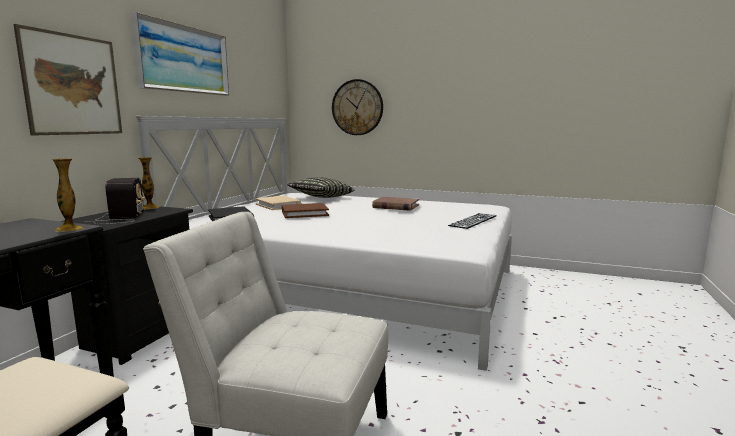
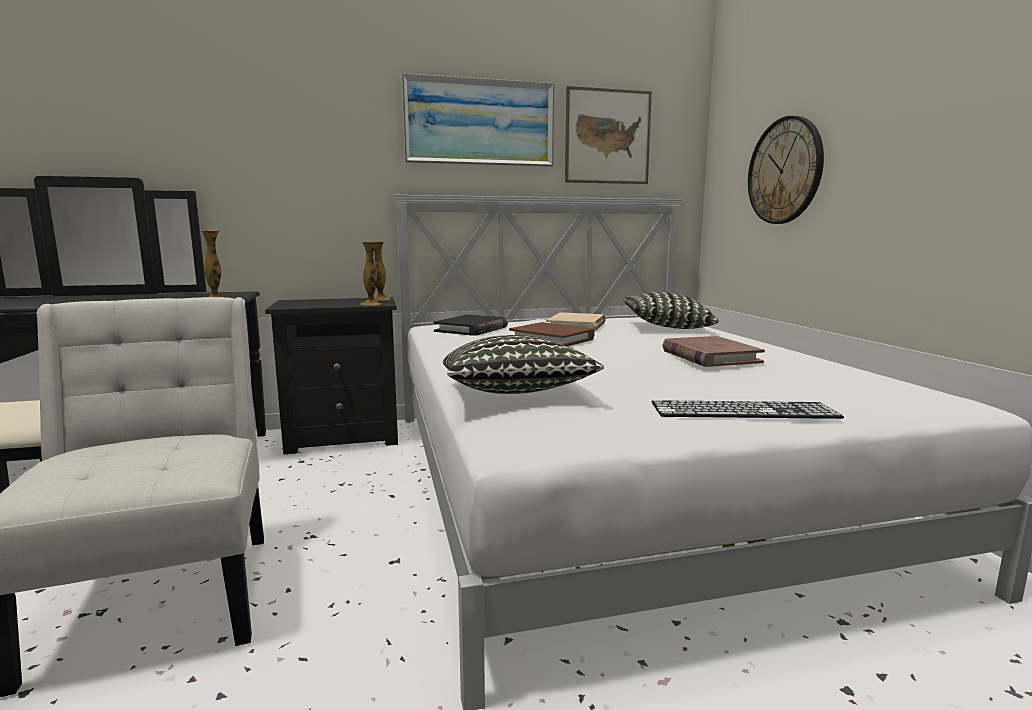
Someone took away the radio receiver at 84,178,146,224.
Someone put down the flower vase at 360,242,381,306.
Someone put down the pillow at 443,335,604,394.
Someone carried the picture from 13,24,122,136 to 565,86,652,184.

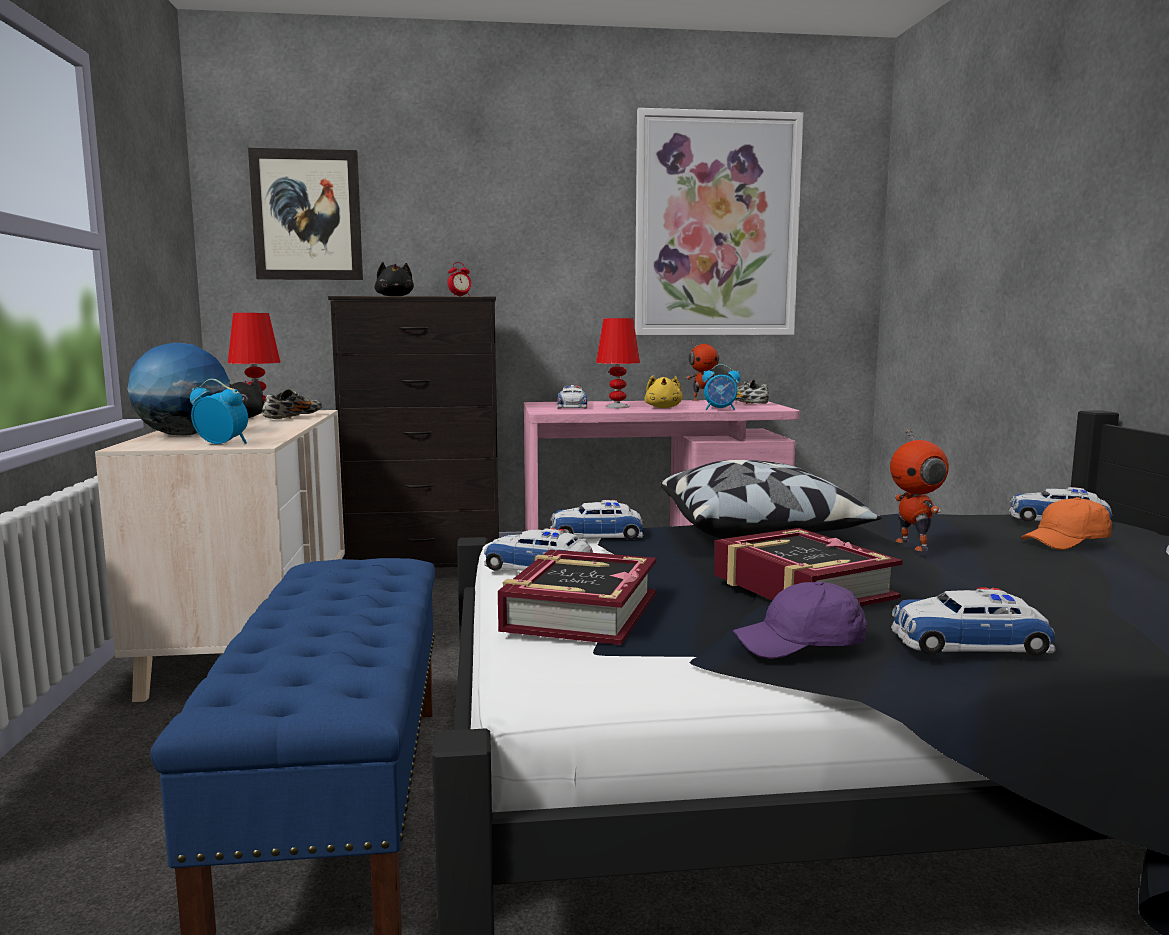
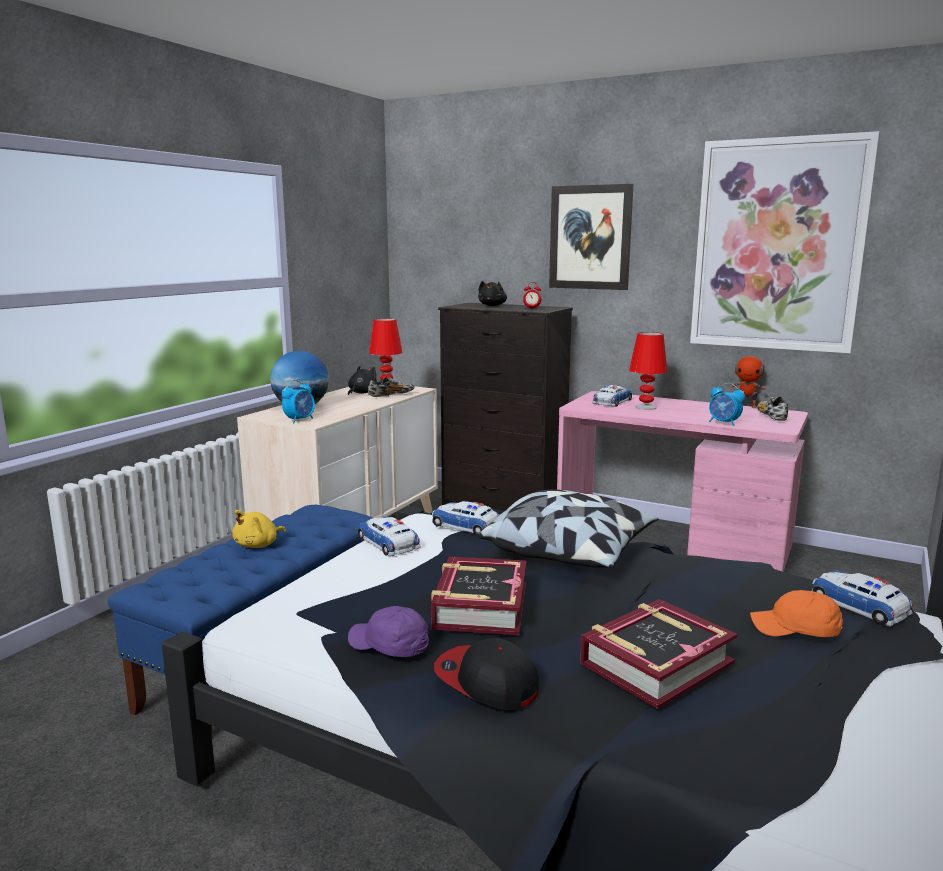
Someone took away the toy robot at 890,428,949,551.
Someone carried the picture from 248,148,363,280 to 549,184,634,290.
Someone carried the bound book from 498,549,656,645 to 580,599,738,709.
Someone carried the yellow-coloured soft toy from 645,376,683,408 to 232,510,286,548.
Someone swapped the miniature car at 891,587,1056,656 for the peaked cap at 434,638,539,710.
Someone rotated the alarm clock at 190,379,248,444 by 75 degrees clockwise.

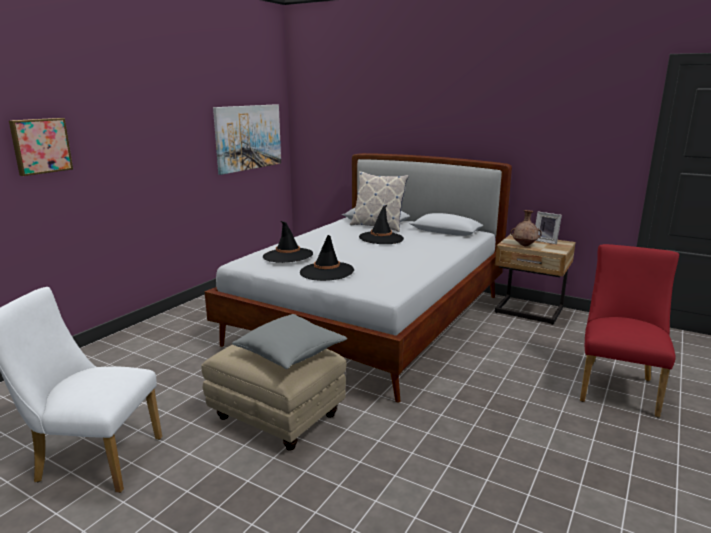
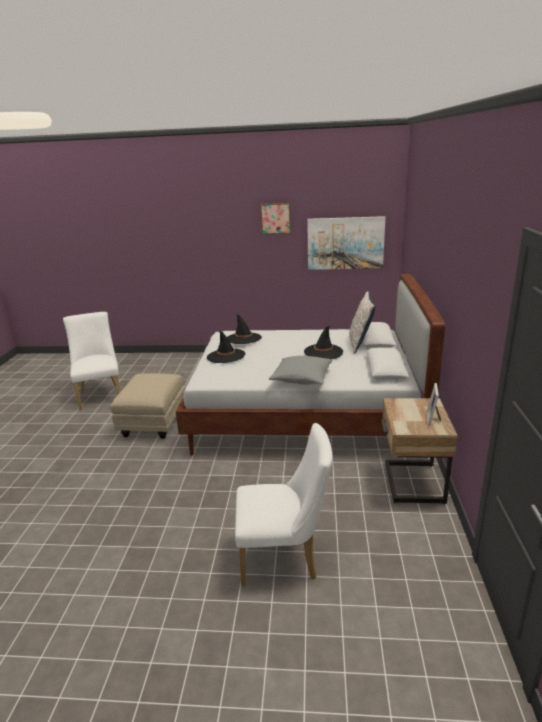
Someone took away the brown-coloured flower vase at 511,210,542,247.
Someone carried the picture from 9,118,73,176 to 260,203,291,234.
Someone carried the greyish pillow from 232,314,347,369 to 269,356,333,385.
Someone repainted the red-coloured plain chair at 580,244,679,417, which became the whitish plain chair at 235,423,332,586.

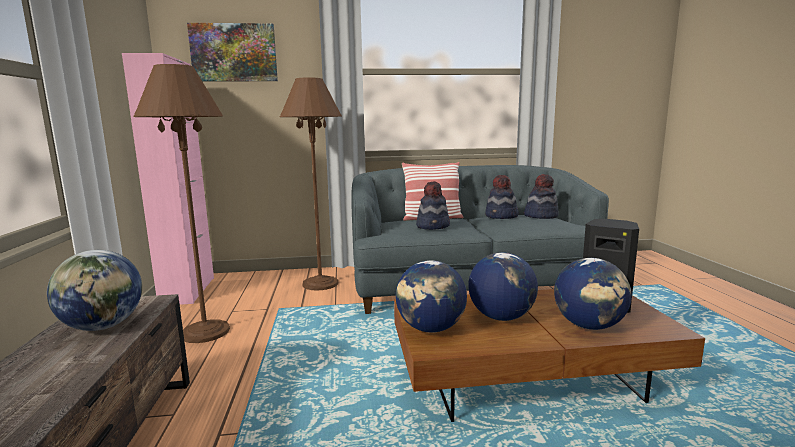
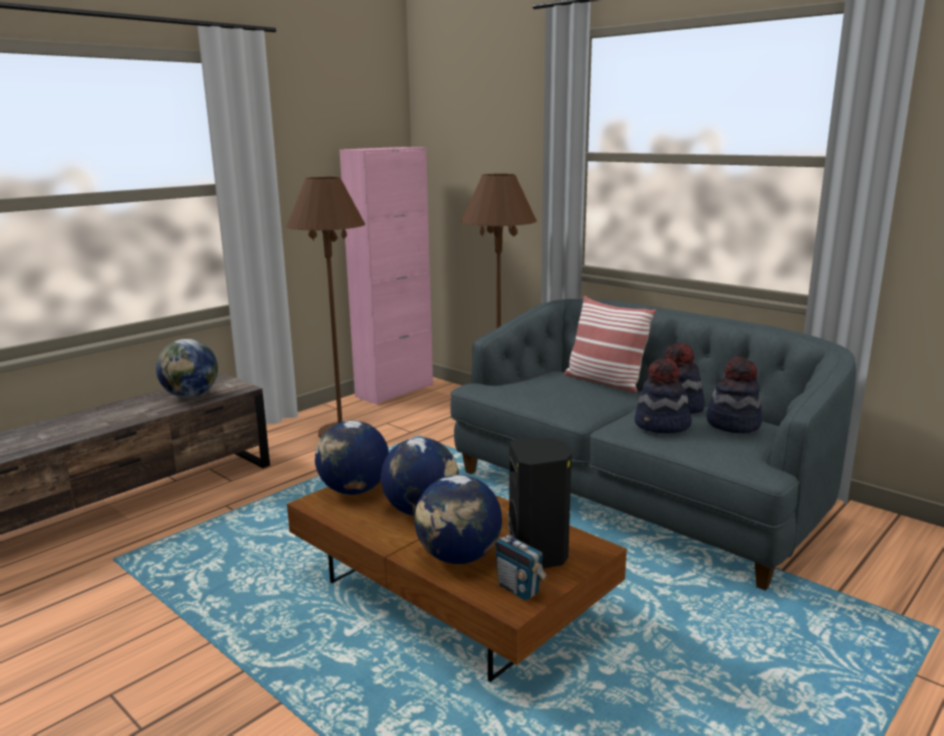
Someone took away the picture at 187,23,278,82.
Someone put down the radio receiver at 495,512,547,601.
Someone carried the hat from 416,181,450,230 to 635,359,692,433.

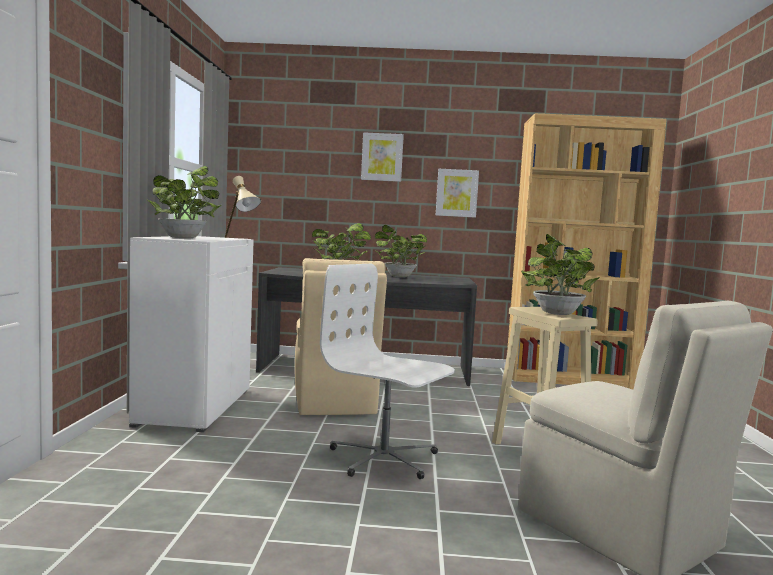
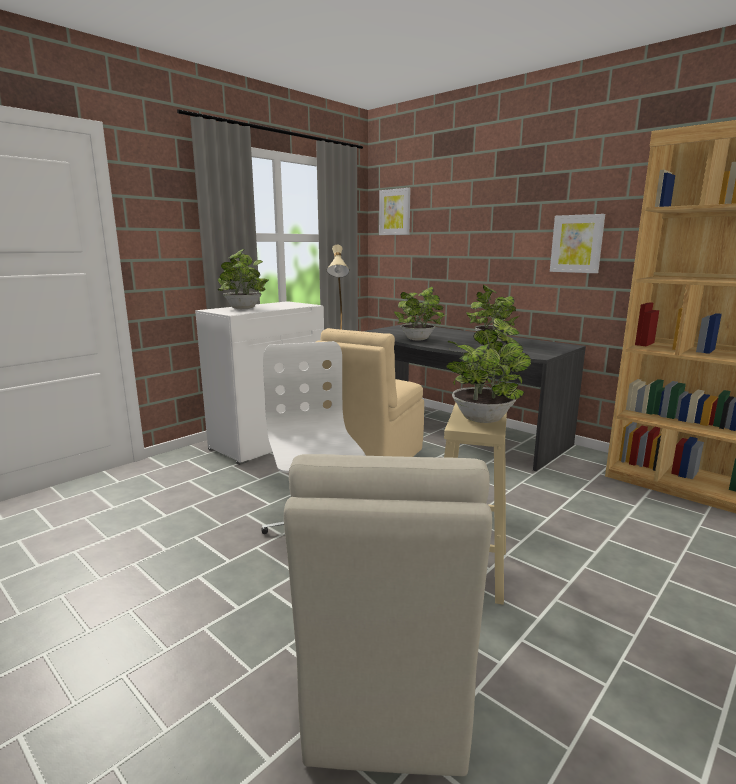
Someone carried the picture from 361,132,404,182 to 379,188,411,235.

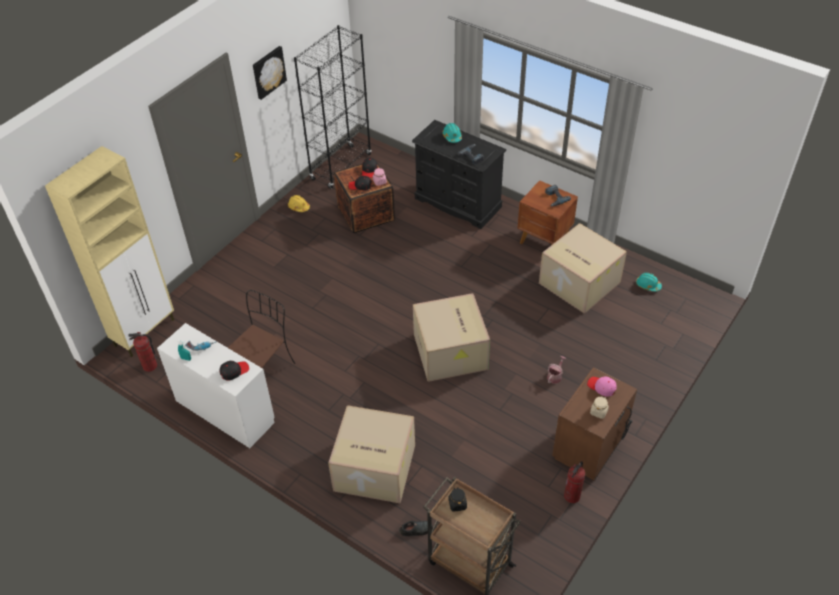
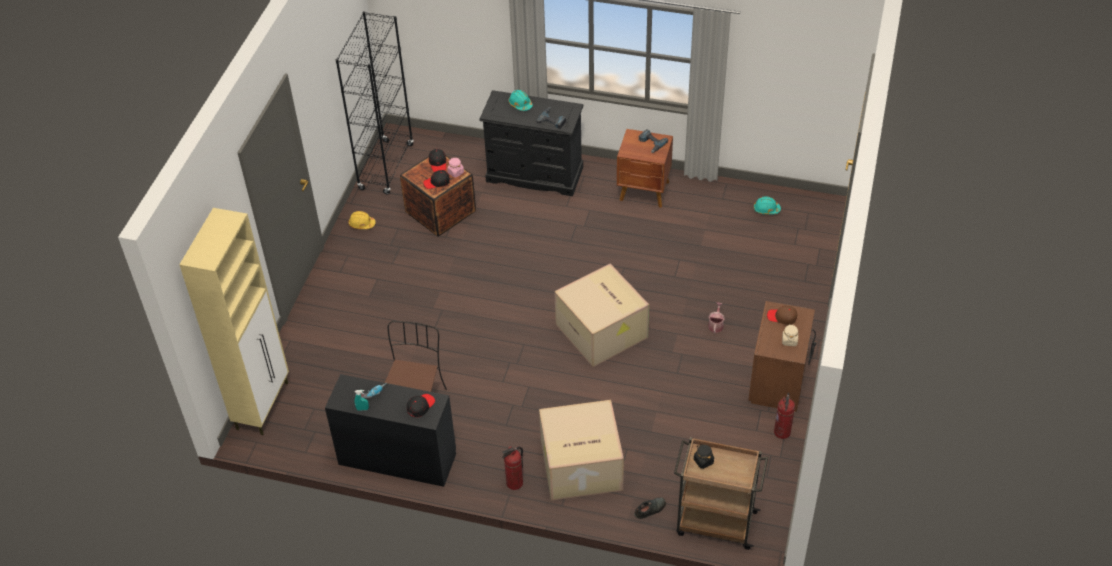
Someone took away the picture at 253,46,287,100.
Someone took away the packing box at 539,223,627,314.
Someone carried the fire-fighting cylinder from 128,332,157,372 to 502,446,523,490.
Someone repainted the whitish desk unit at 157,323,275,448, which became the black desk unit at 325,374,456,487.
Someone repainted the pink-coloured peaked cap at 587,377,617,397, which became the brown-coloured peaked cap at 767,306,797,325.

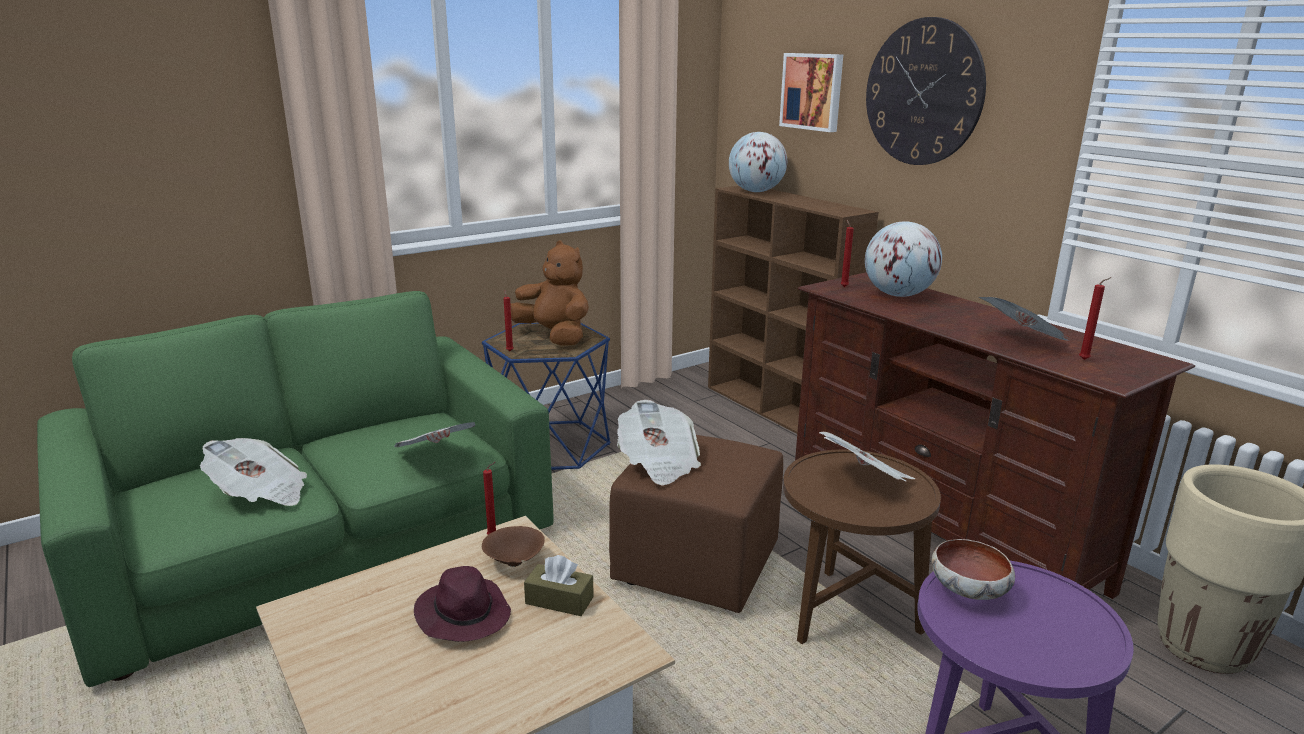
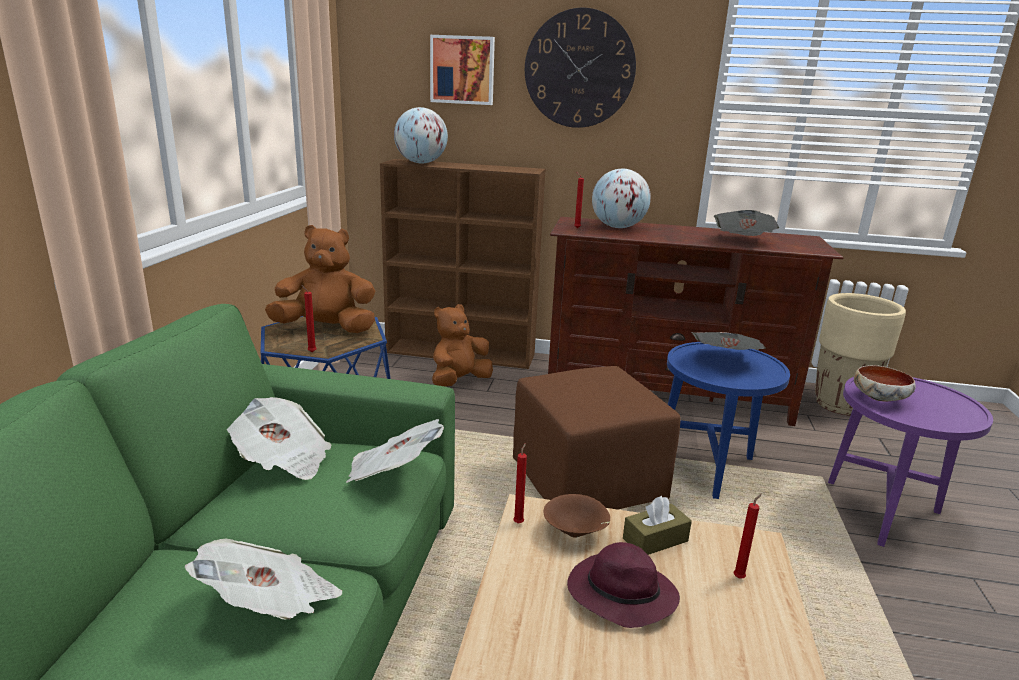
Someone put down the brown-coloured soft toy at 432,304,493,387.
Someone carried the printed paper from 617,400,701,486 to 226,397,332,480.
Someone carried the red-coloured wax light from 1079,277,1111,360 to 734,494,762,578.
Someone repainted the brown-coloured side table at 783,449,941,644, which became the bluish side table at 667,342,790,499.

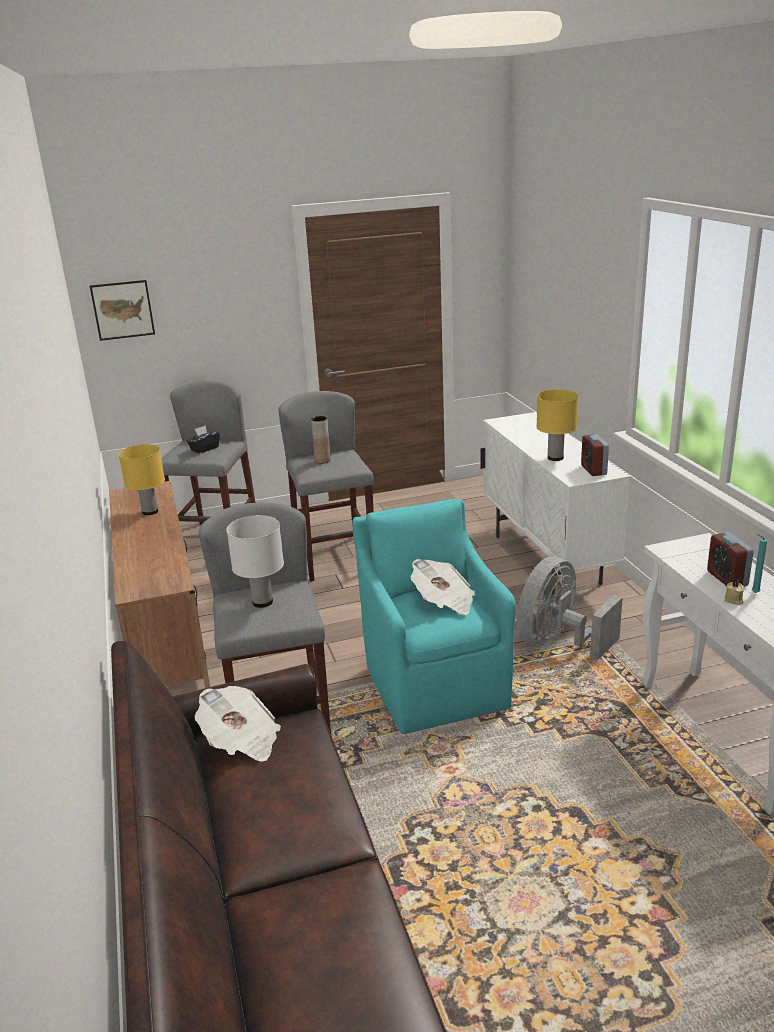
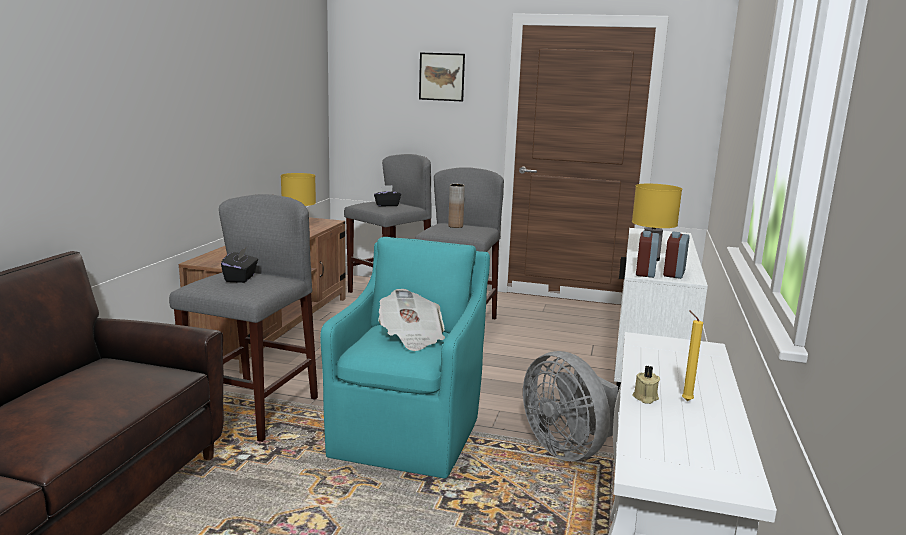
Someone took away the printed paper at 194,686,281,762.
Someone carried the picture from 90,280,155,341 to 419,52,465,102.
Someone carried the alarm clock from 707,532,753,587 to 636,231,659,278.
Someone swapped the whitish table lamp at 227,515,284,608 for the black box of tissues at 221,247,258,283.
Someone repainted the turquoise wax light at 752,534,767,593, which became the yellow-coloured wax light at 682,310,703,401.
Someone rotated the greyish cooling fan at 517,557,623,660 by 105 degrees counterclockwise.

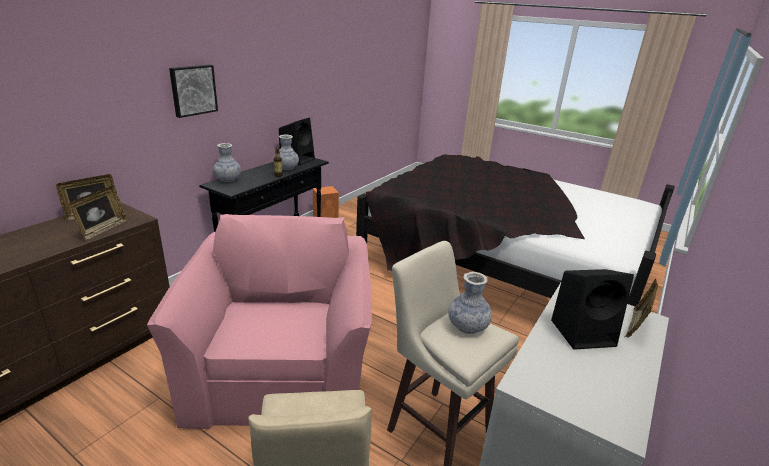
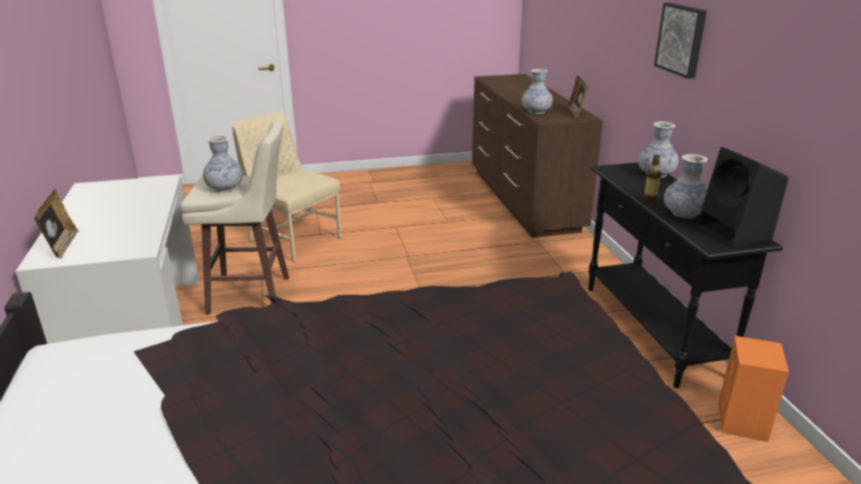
Someone took away the pink-coloured lounge chair at 147,214,372,429.
Someone took away the black speaker at 551,269,634,350.
Someone swapped the standing frame at 69,185,128,240 for the flower vase at 522,69,553,114.

